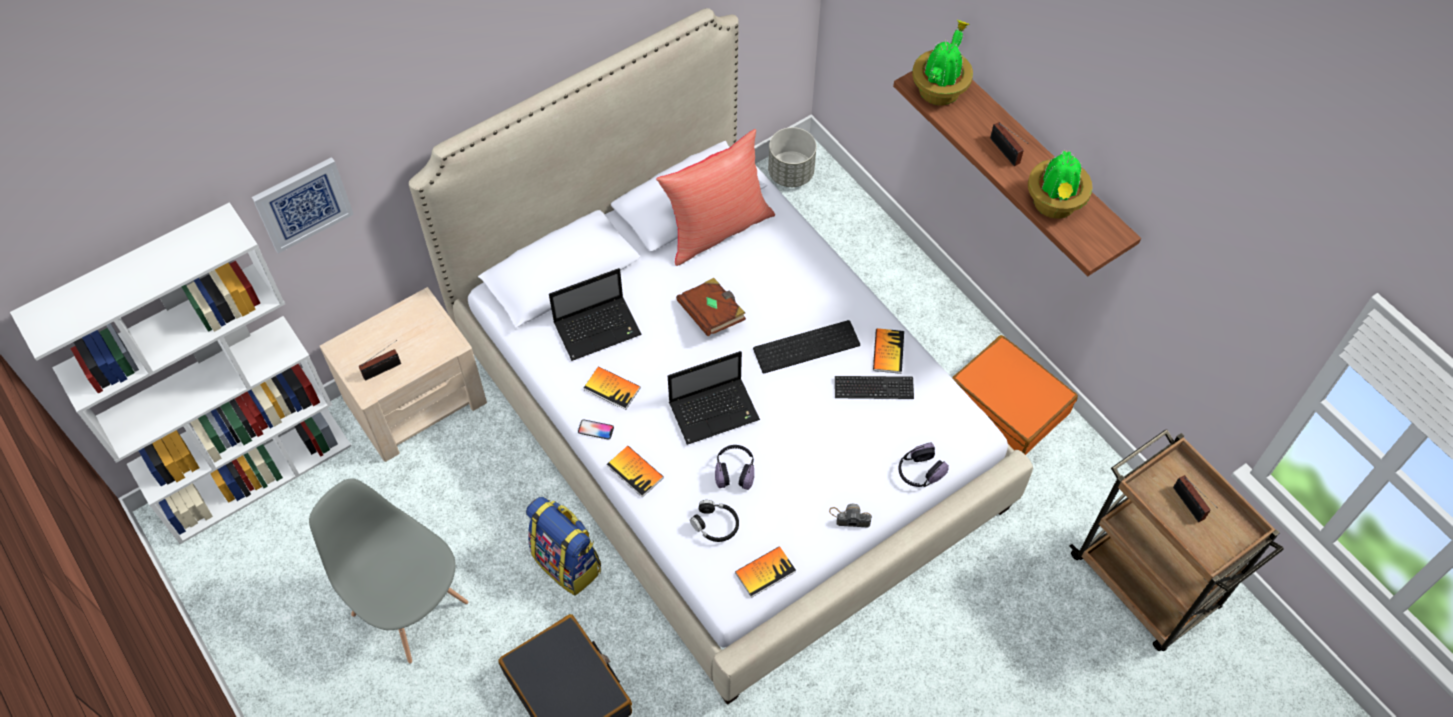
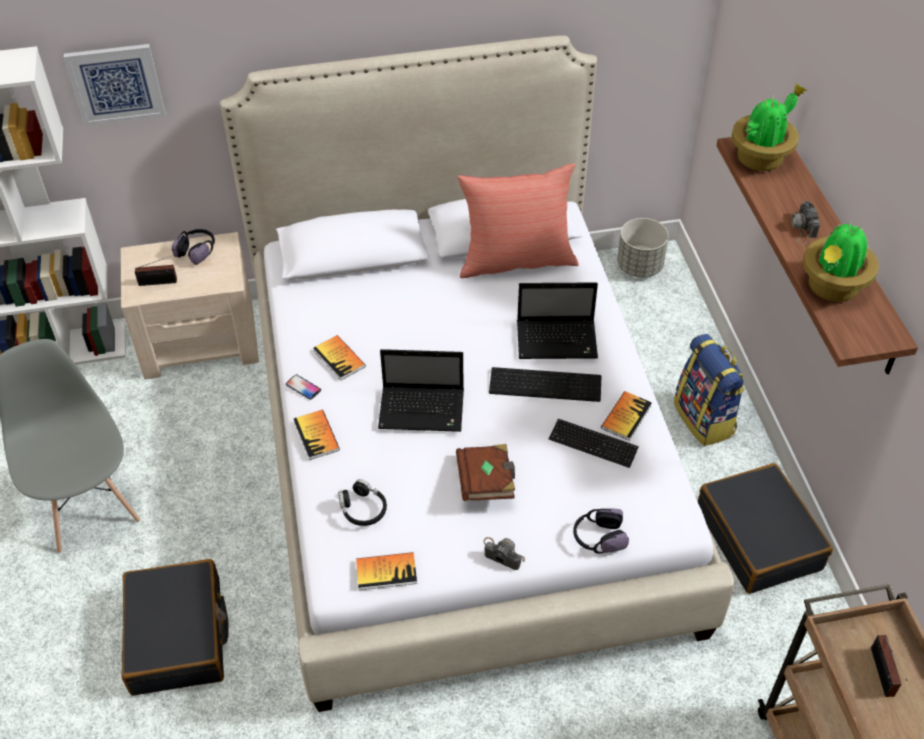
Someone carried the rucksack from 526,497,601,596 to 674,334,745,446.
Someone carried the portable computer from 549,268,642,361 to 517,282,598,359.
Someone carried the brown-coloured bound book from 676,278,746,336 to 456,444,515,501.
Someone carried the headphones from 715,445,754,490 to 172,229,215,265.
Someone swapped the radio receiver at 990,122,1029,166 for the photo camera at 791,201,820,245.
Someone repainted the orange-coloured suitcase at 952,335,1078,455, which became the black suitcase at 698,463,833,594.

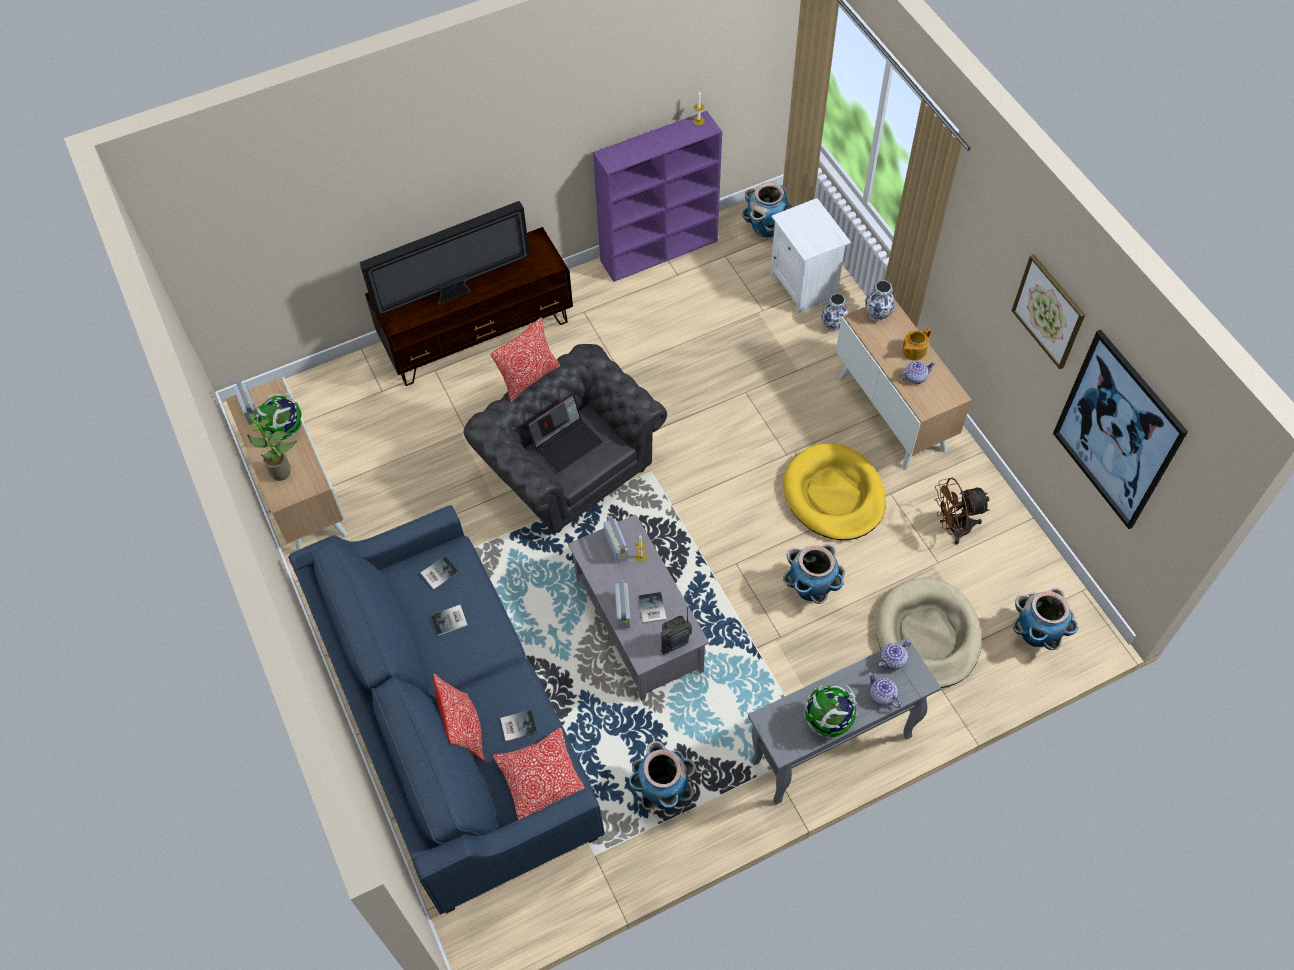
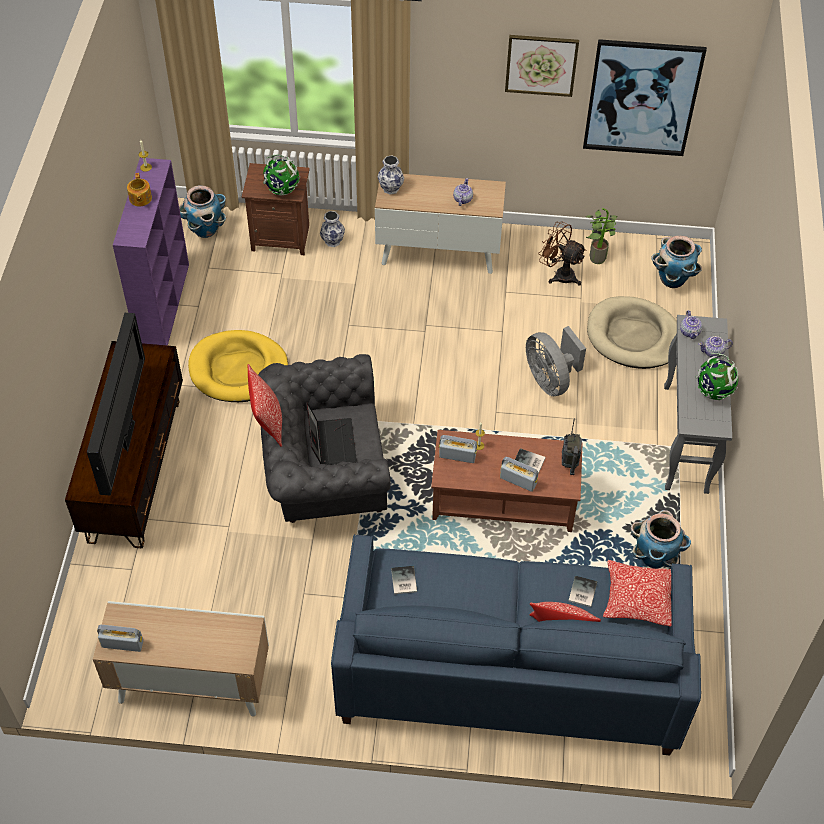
Someone took away the bound book at 431,605,468,636.
Someone carried the houseplant from 247,412,297,481 to 585,208,618,264.
Someone carried the desk globe from 256,390,302,440 to 263,155,300,195.
Someone carried the yellow-coloured pet bed from 783,443,886,540 to 188,330,288,402.
Someone carried the pot for tea from 902,328,931,361 to 127,173,152,206.
Someone swapped the flower pot at 783,544,845,604 for the greyish cooling fan at 526,326,586,396.
Someone repainted the greyish coffee table at 568,514,709,701, which became the brown-coloured coffee table at 431,430,583,532.
Someone repainted the whitish bedside table at 770,198,851,314, which became the brown-coloured bedside table at 242,163,310,255.
Someone rotated the brown-coloured cooling fan at 934,478,990,545 by 105 degrees clockwise.

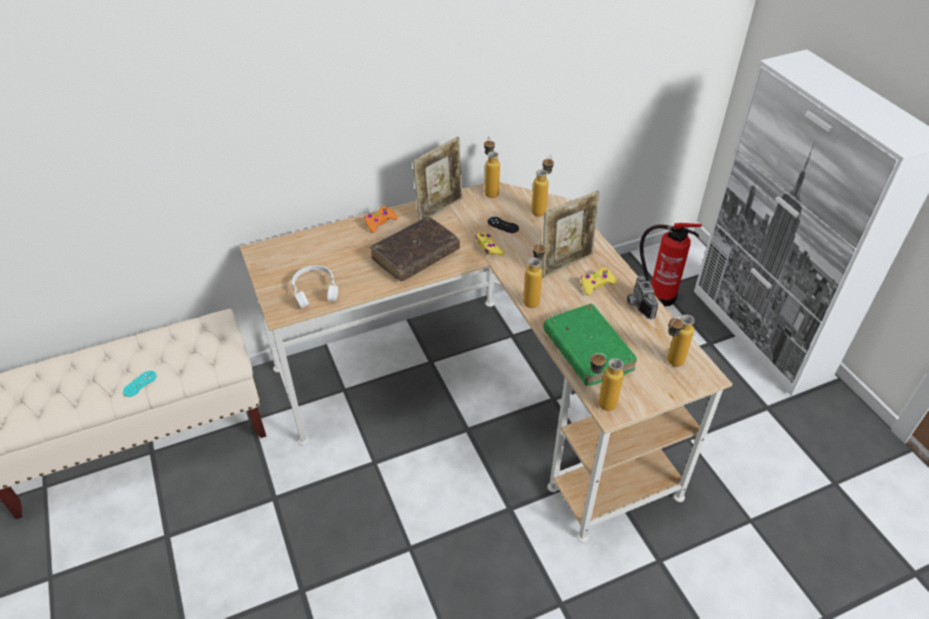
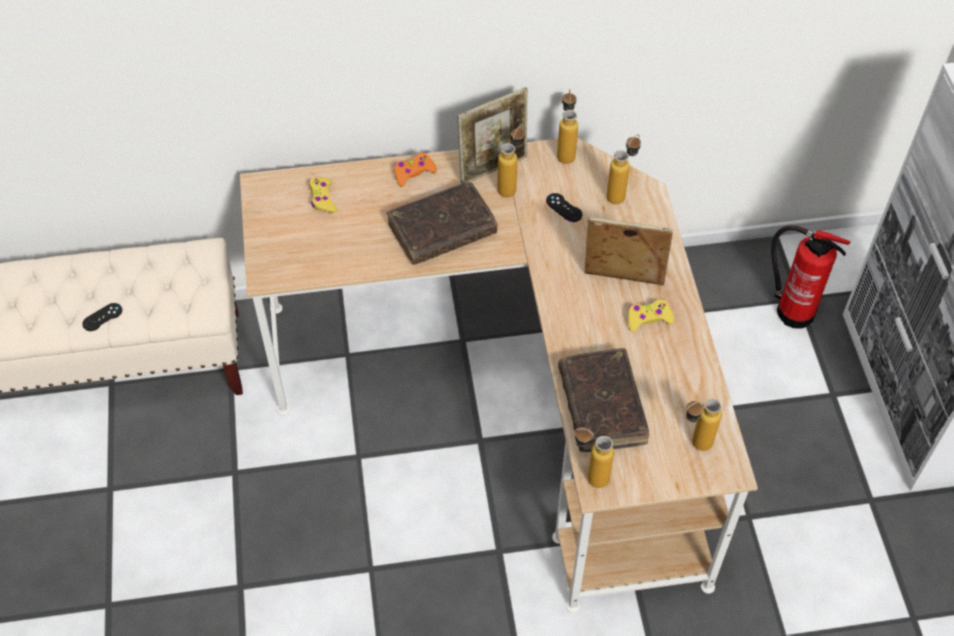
Someone took away the whitish headphones at 292,265,338,308.
Someone took away the photo camera at 627,275,658,319.
Someone carried the yellow-coloured game controller from 476,232,505,256 to 309,177,337,213.
Someone carried the drink bottle from 523,241,545,308 to 497,125,525,197.
Someone repainted the turquoise game controller at 123,371,157,397, which became the black game controller at 82,303,122,331.
Someone repainted the green bound book at 543,304,637,386, which became the brown-coloured bound book at 558,348,649,452.
Someone rotated the standing frame at 542,191,599,278 by 150 degrees counterclockwise.

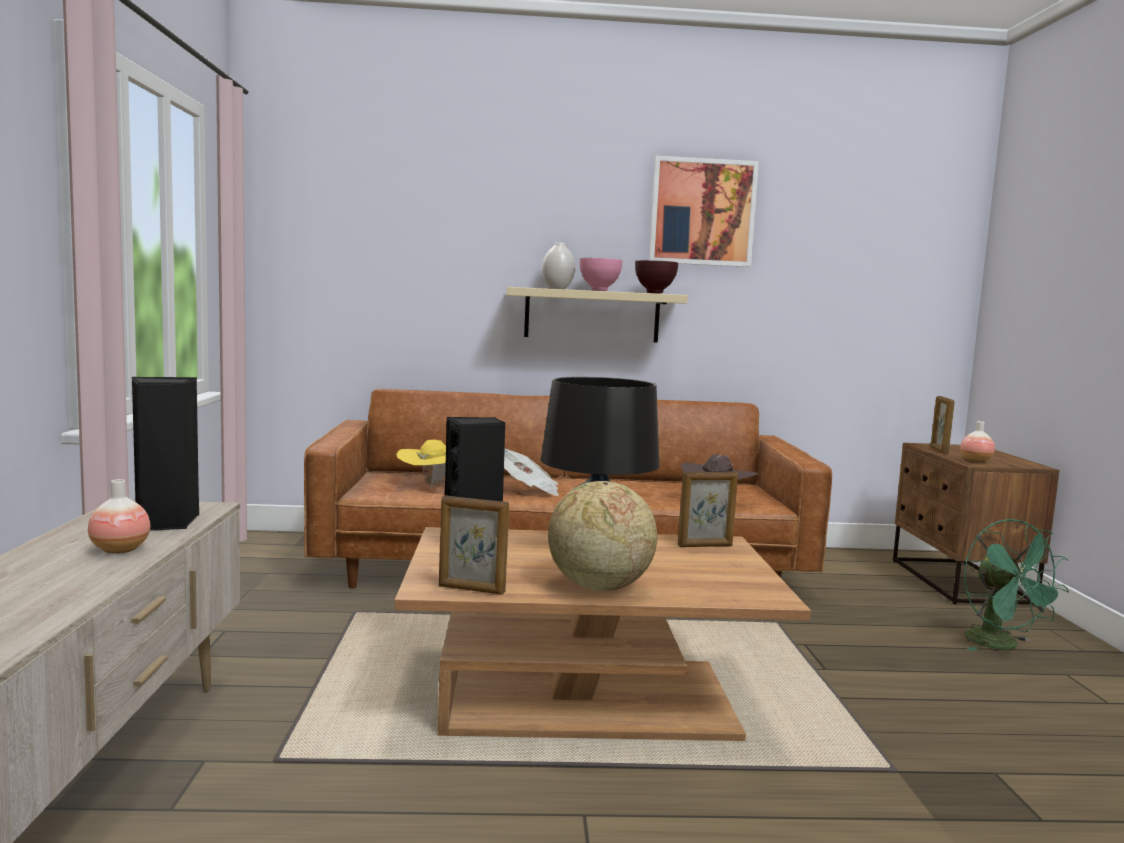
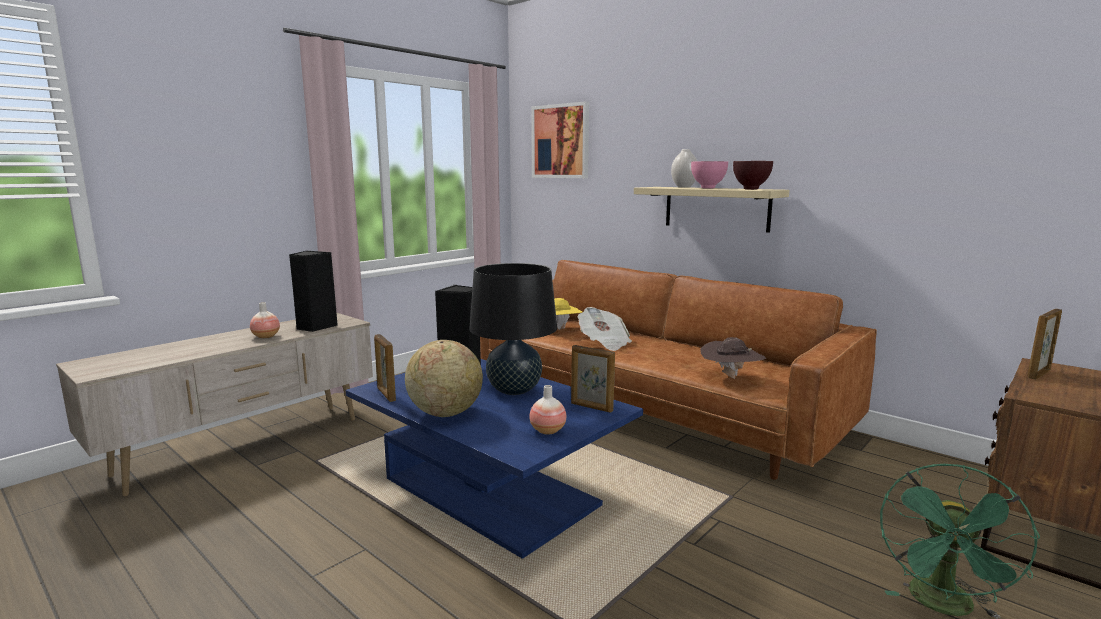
Someone carried the picture from 649,156,759,267 to 531,101,589,178.
Someone carried the flower vase from 960,421,995,462 to 529,385,566,434.
Someone repainted the brown-coloured coffee table at 394,527,811,741, which became the bluish coffee table at 346,359,643,559.

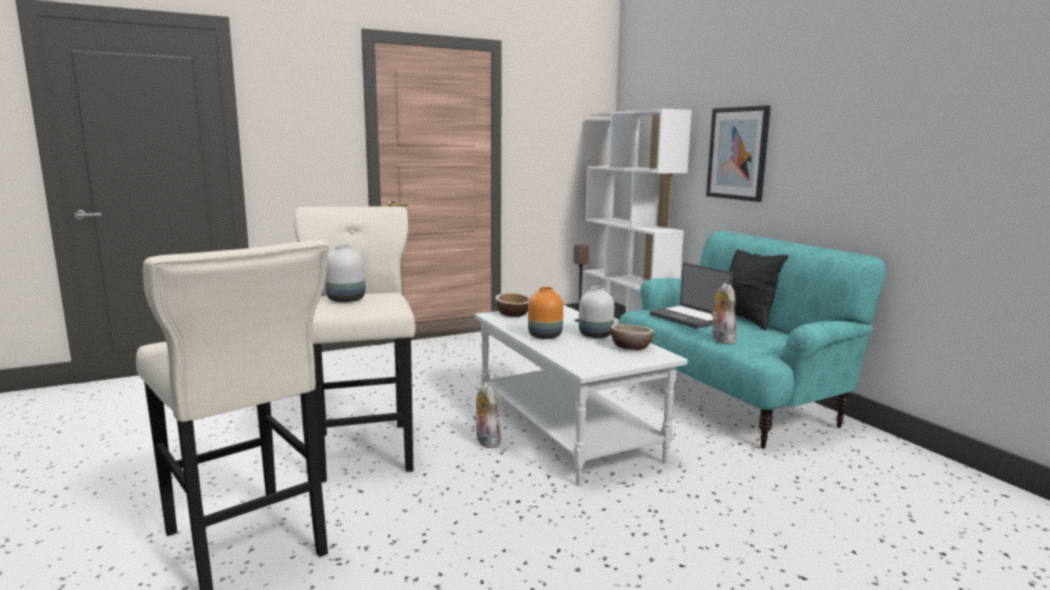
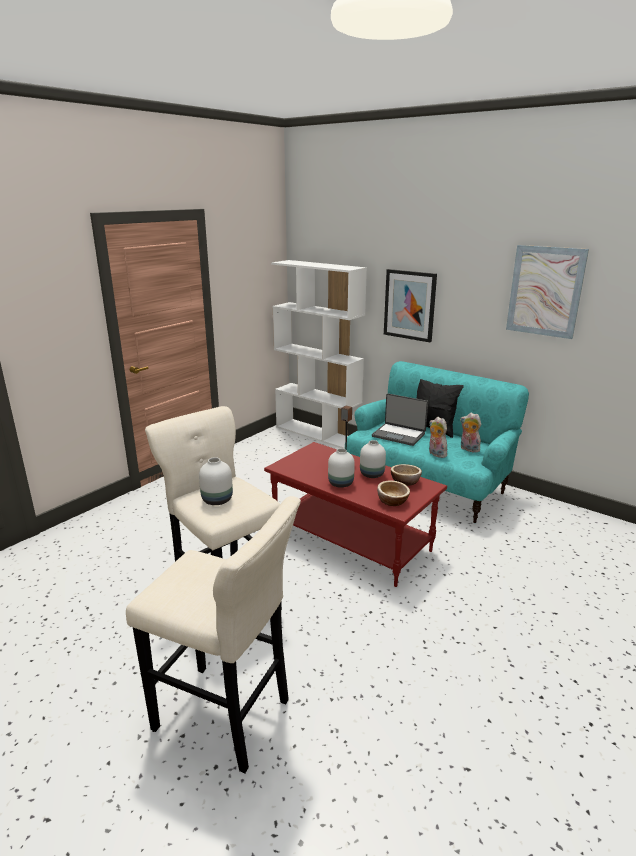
Someone put up the picture at 506,245,589,339.
Someone carried the soft toy from 473,383,501,448 to 460,413,481,452.
Someone carried the bowl from 495,293,531,317 to 377,480,410,506.
Someone repainted the whitish coffee table at 475,305,688,486, which became the red-coloured coffee table at 264,442,447,587.
Someone repainted the orange-coloured flower vase at 528,287,563,339, which became the whitish flower vase at 328,448,355,488.

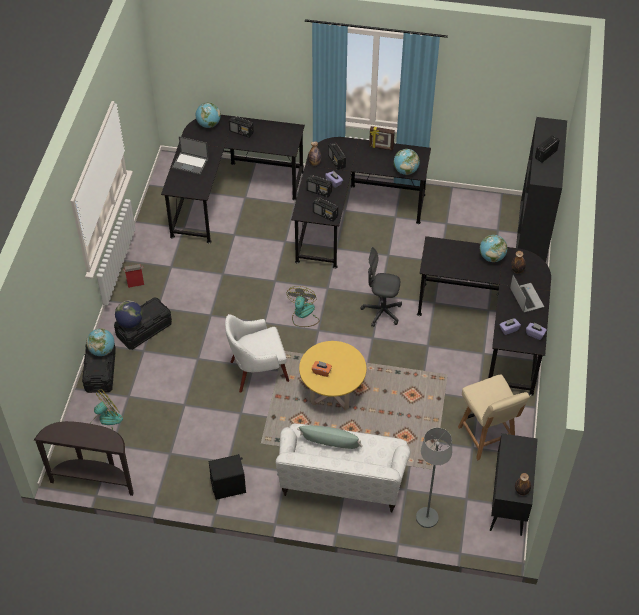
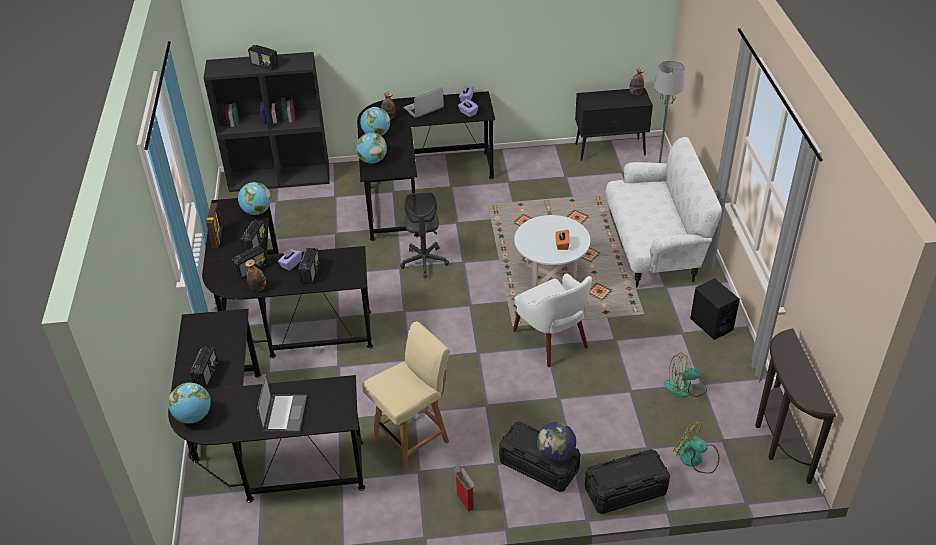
Someone took away the green pillow at 297,426,363,449.
Someone carried the desk globe from 86,328,114,356 to 356,132,387,164.
Someone carried the cooling fan from 287,286,320,327 to 664,353,707,398.
Someone carried the radio receiver from 313,197,338,222 to 241,220,267,253.
Someone carried the beige plain chair from 458,375,530,460 to 362,321,450,470.
Someone repainted the yellow-coloured coffee table at 299,341,366,410, which became the whitish coffee table at 514,215,590,288.

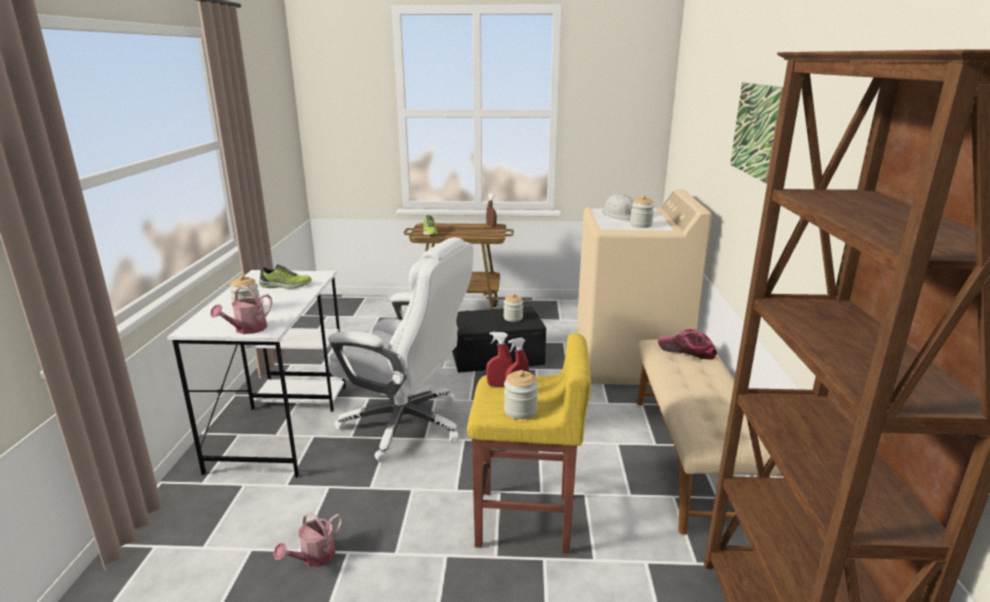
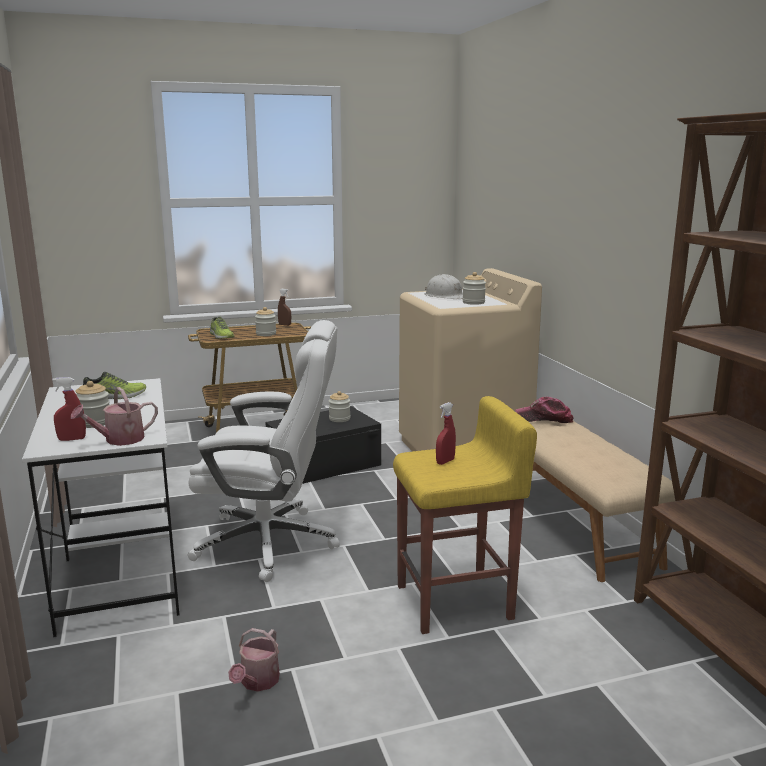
Someone took away the picture at 730,82,783,183.
Someone carried the red-coloured spray bottle from 486,332,512,387 to 52,377,86,441.
Someone carried the preserve jar from 504,370,538,419 to 255,307,276,336.
Someone rotated the watering can at 210,285,272,334 by 45 degrees clockwise.

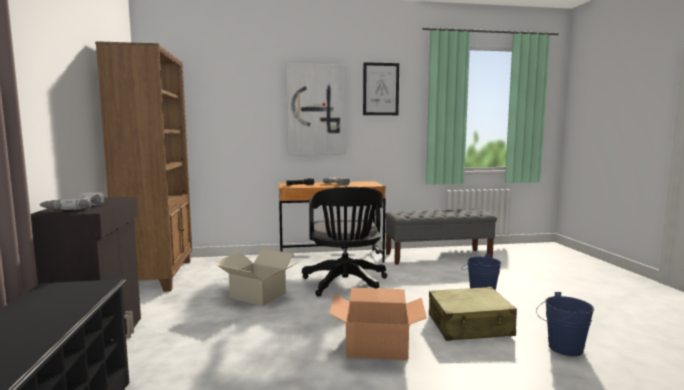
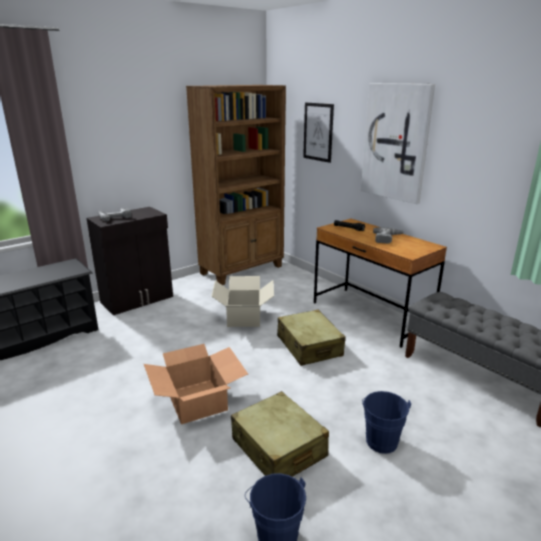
Someone carried the picture from 363,62,399,115 to 303,103,334,163.
Someone swapped the black office chair at 302,187,387,297 for the beige suitcase at 277,310,346,366.

